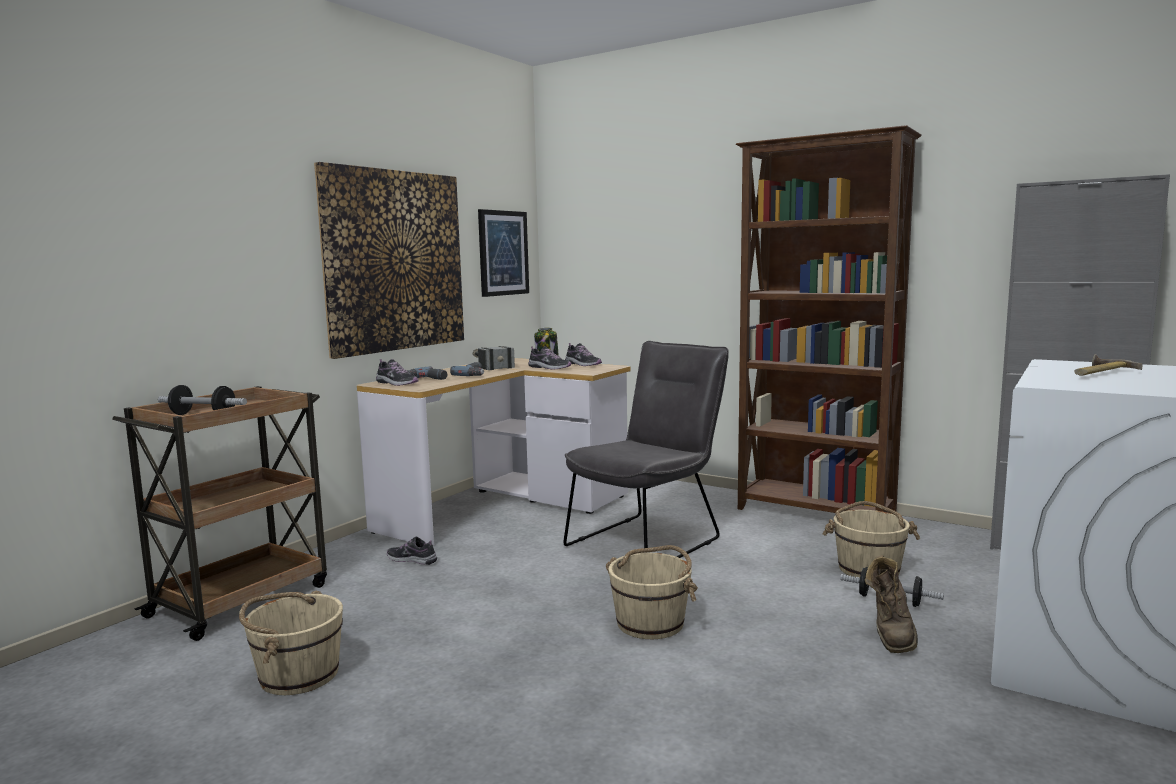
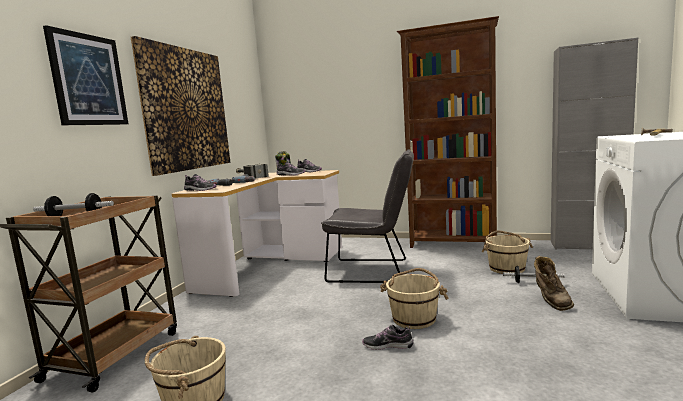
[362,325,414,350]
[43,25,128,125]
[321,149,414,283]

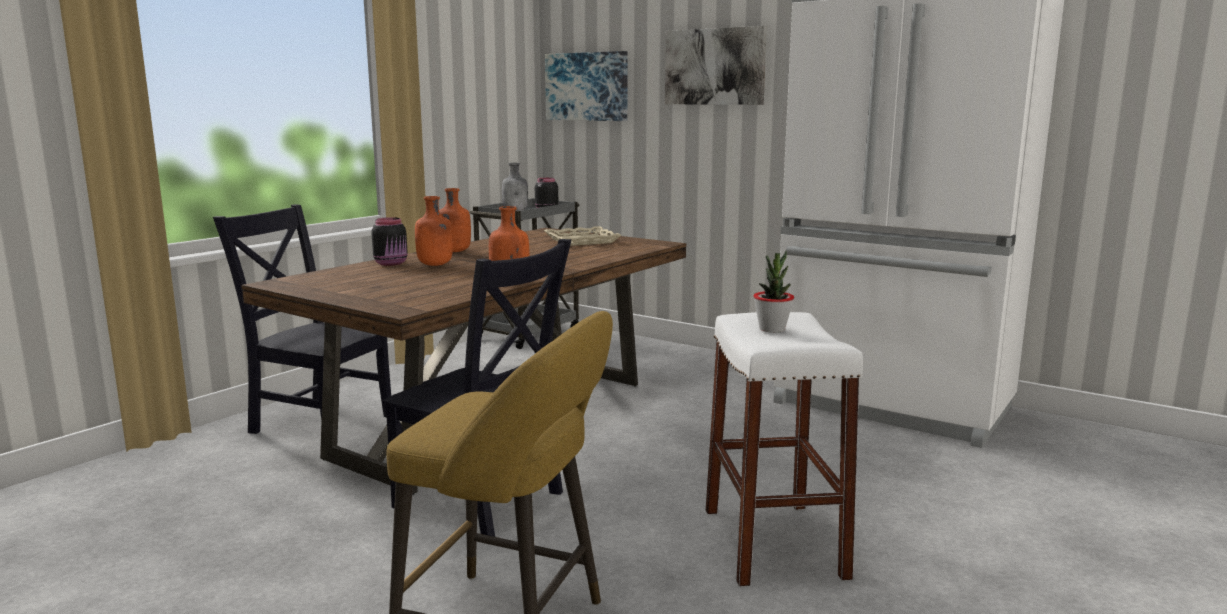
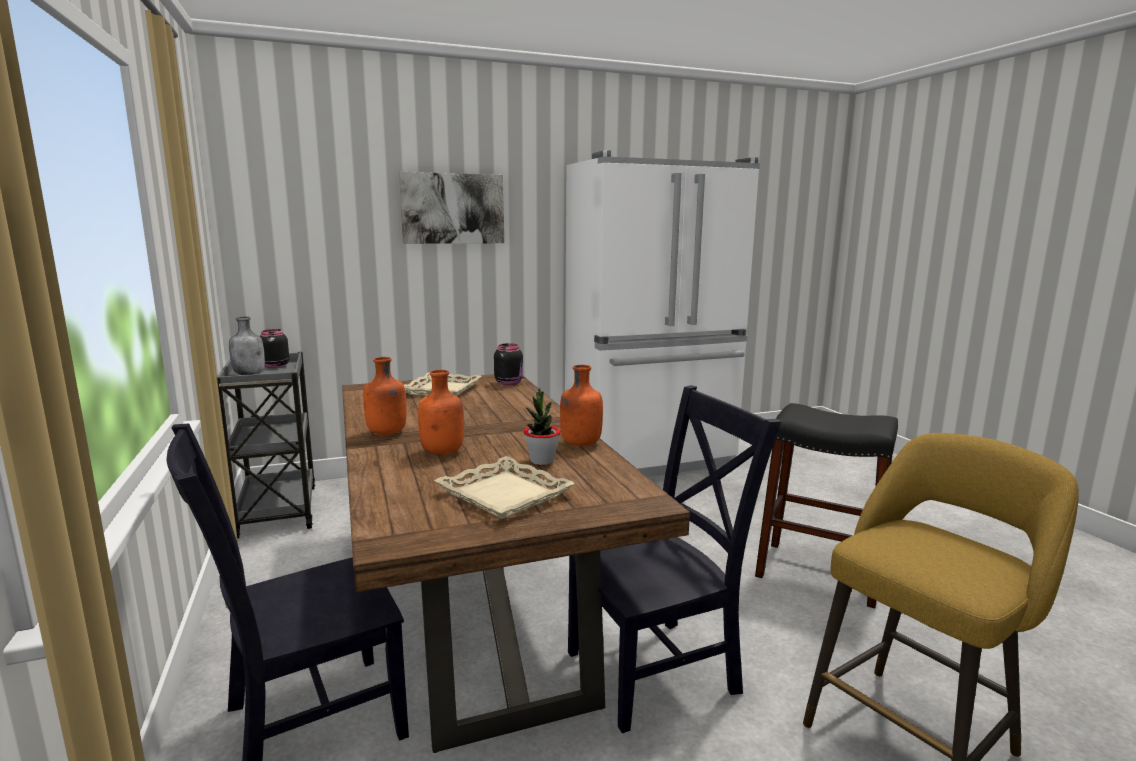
[494,343,523,385]
[545,51,628,121] (first image)
[755,403,898,608]
[524,388,561,465]
[434,456,575,519]

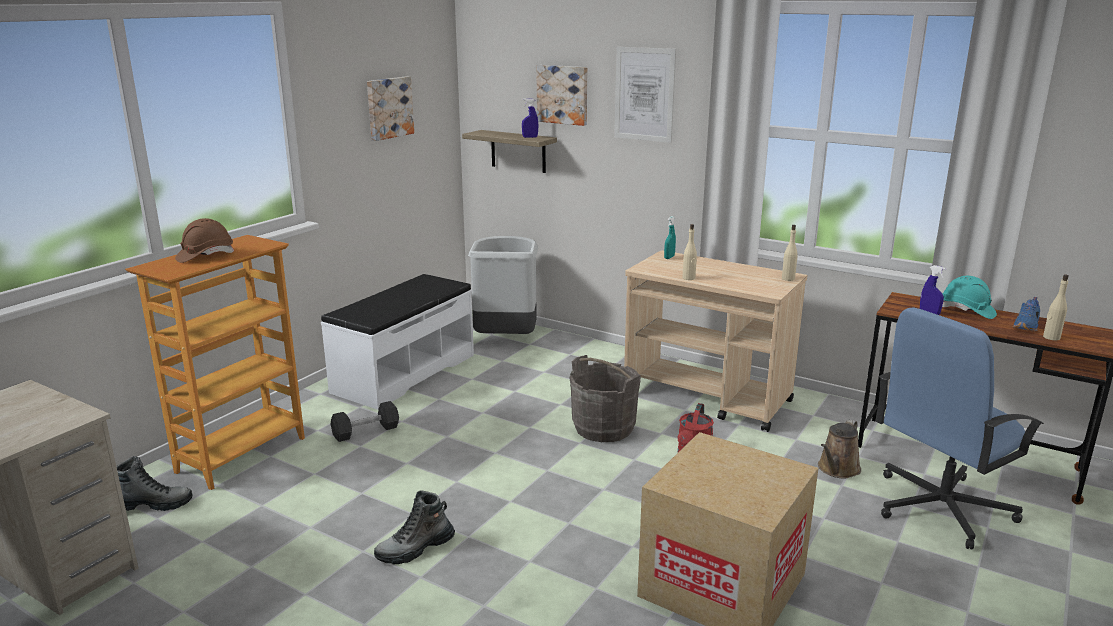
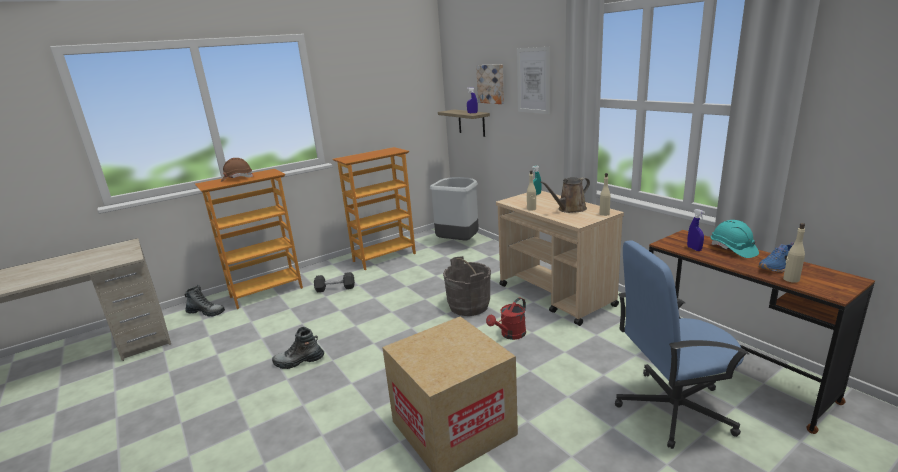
[333,147,416,270]
[367,76,414,141] (first image)
[540,177,590,213]

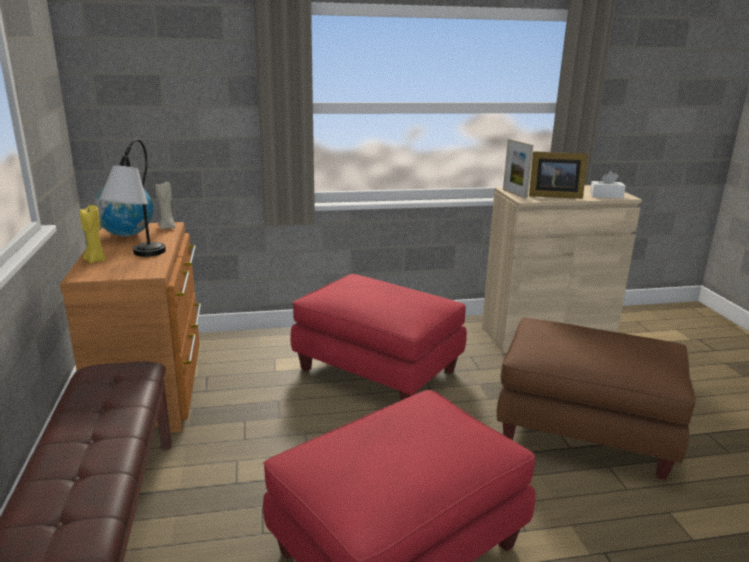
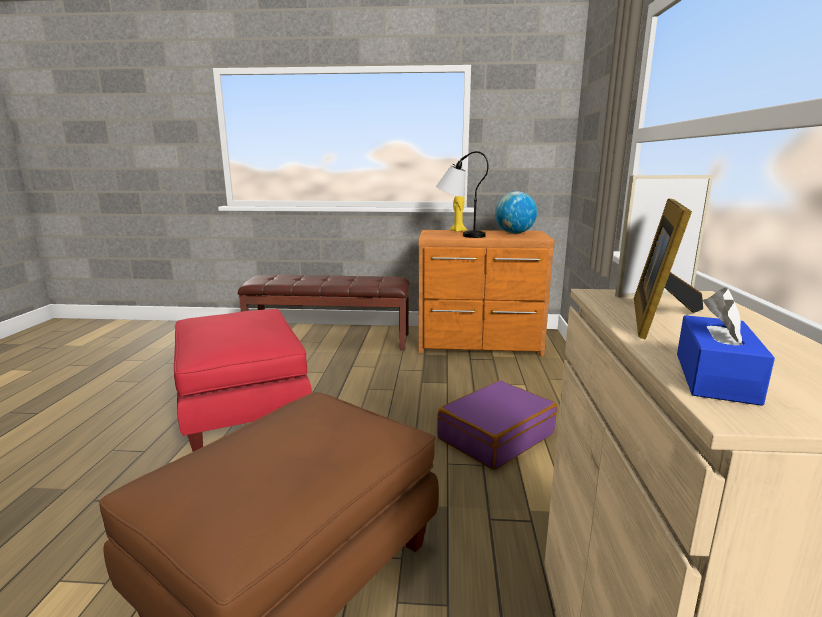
[155,181,176,230] (first image)
[437,380,557,470]
[677,288,775,406]

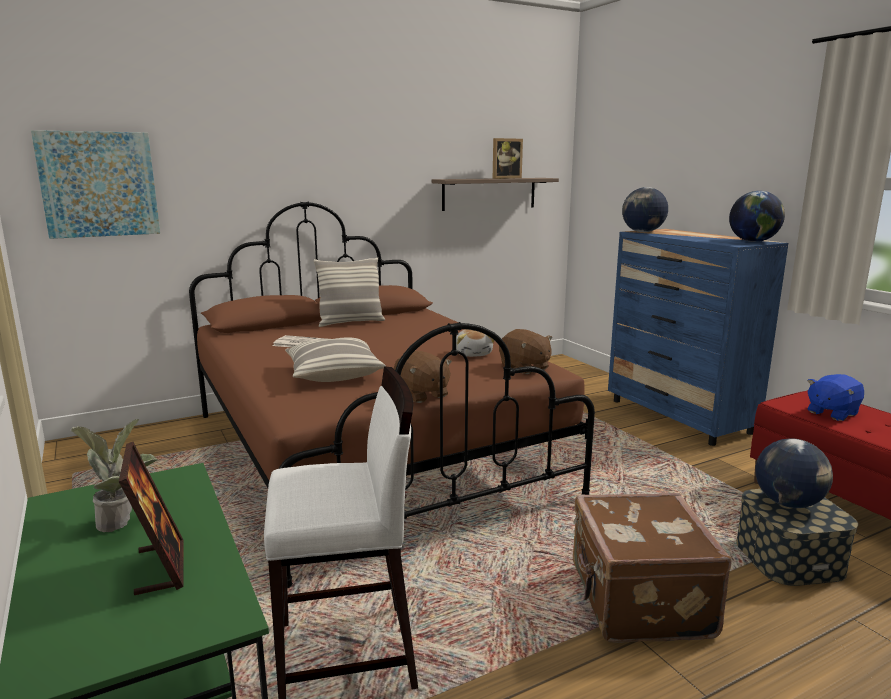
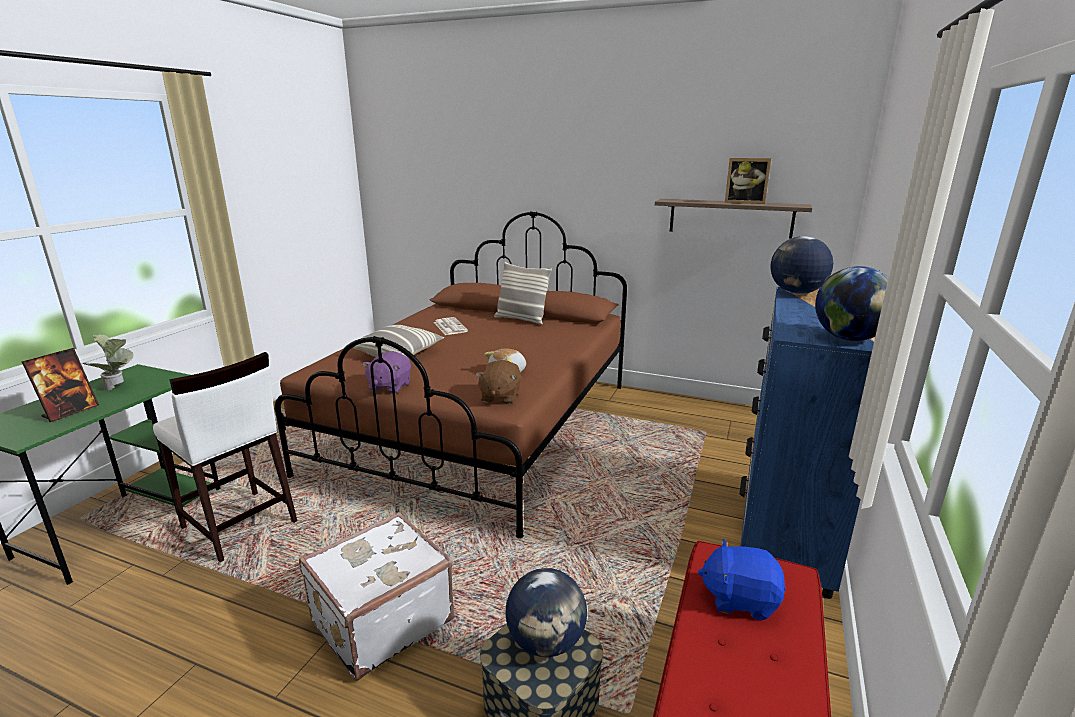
[31,130,160,239] (first image)
[363,351,411,394]
[299,512,455,681]

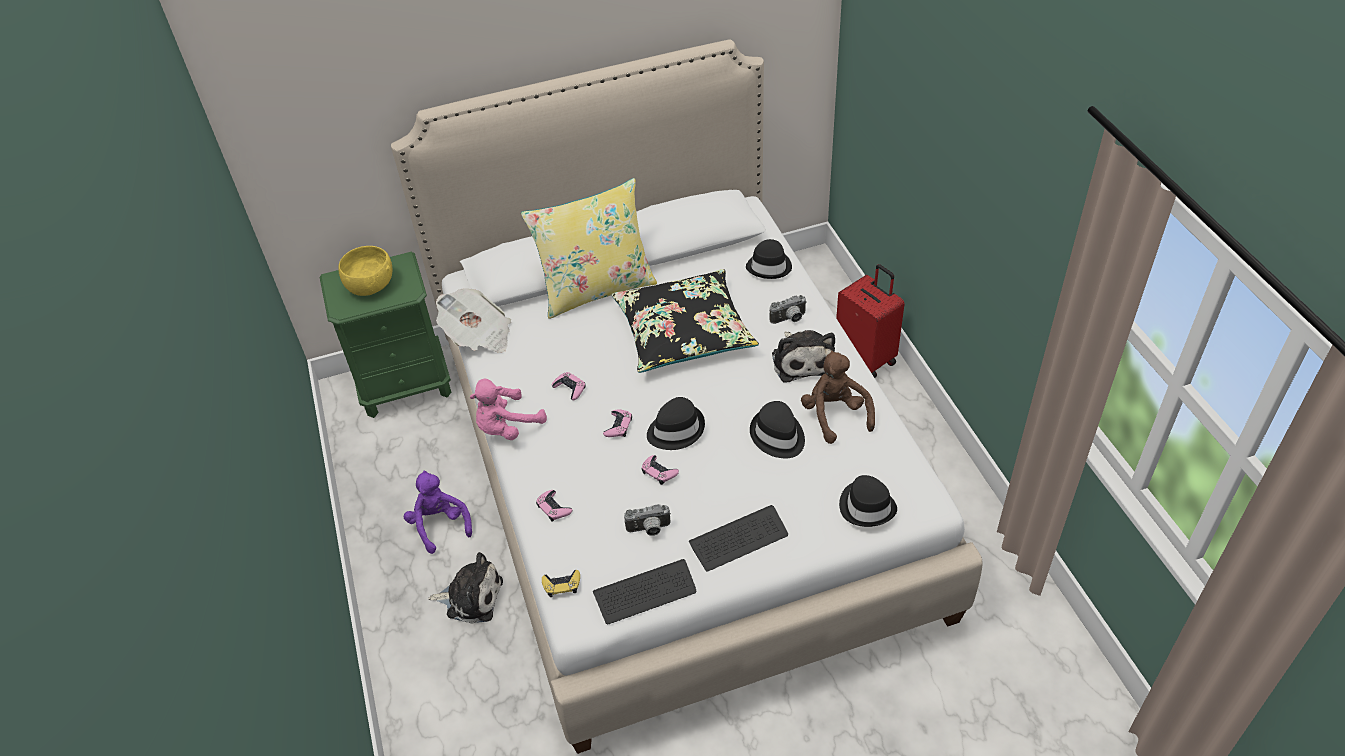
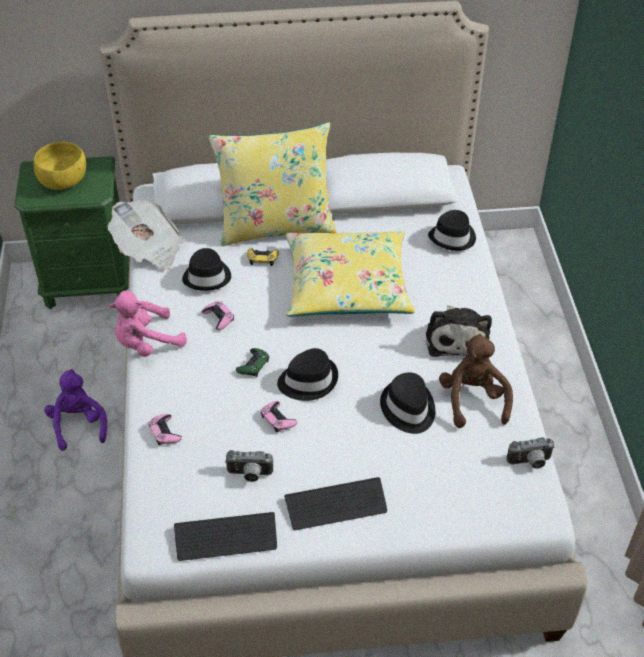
[428,552,503,624] (first image)
[247,248,279,266]
[236,348,269,377]
[286,230,415,317]
[506,437,555,469]
[836,264,905,378] (first image)
[182,248,231,291]

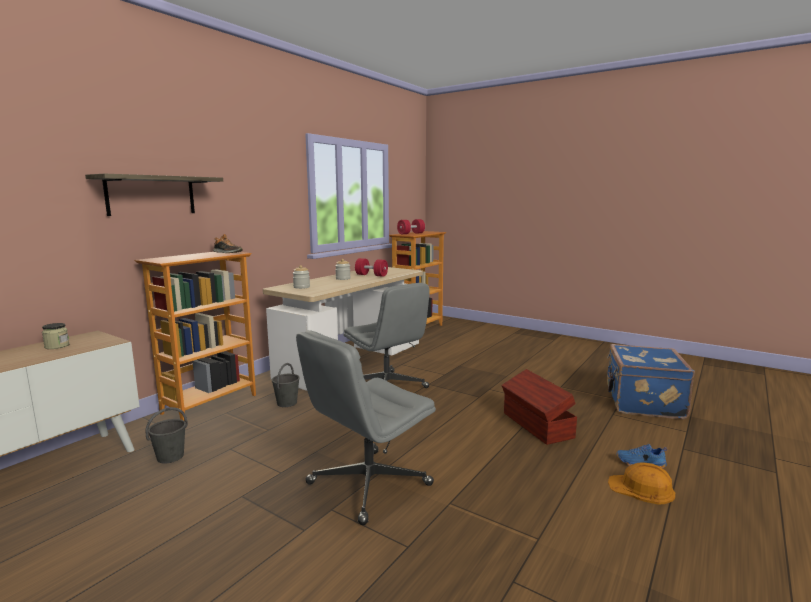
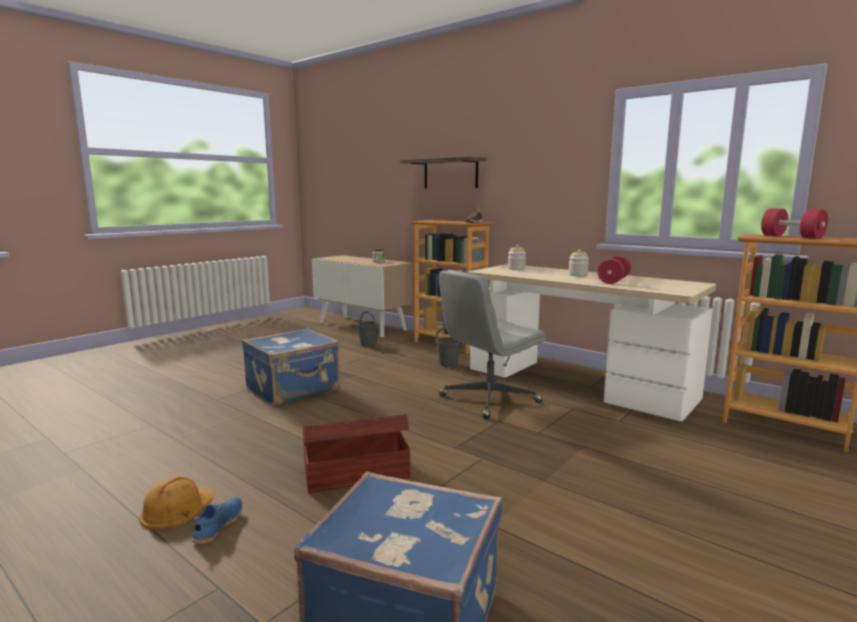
[242,328,340,406]

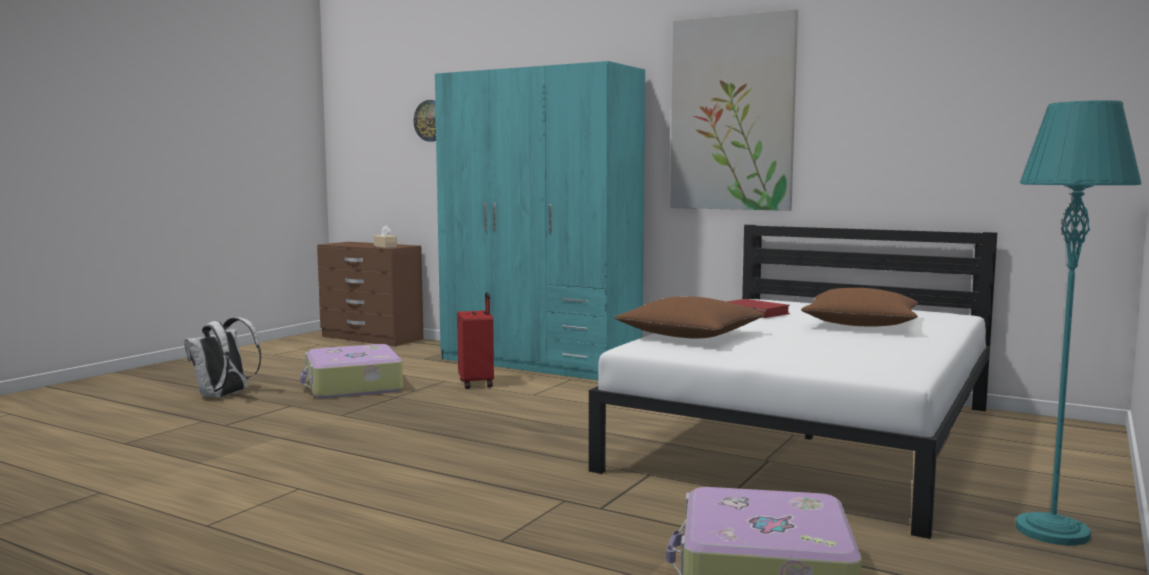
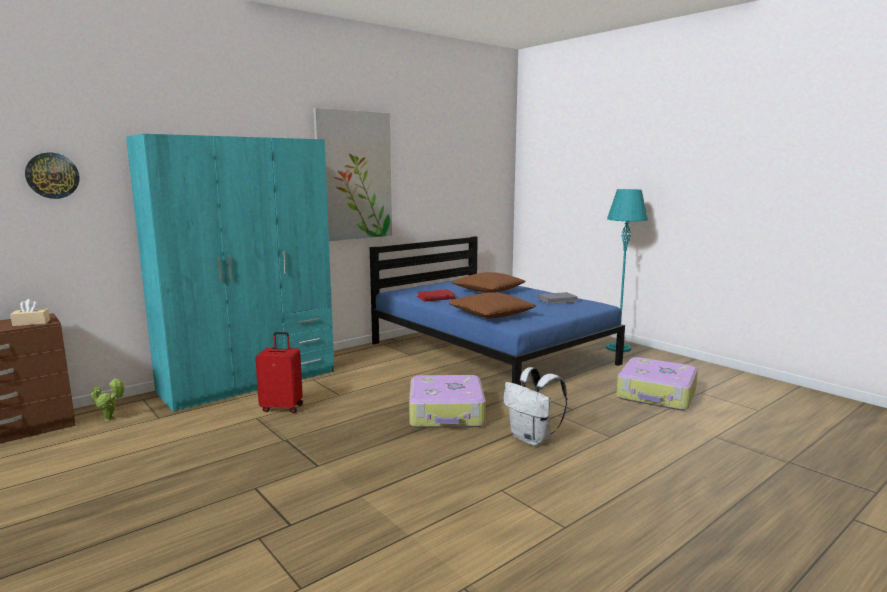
[503,367,567,446]
[409,375,486,428]
[370,236,625,385]
[91,378,125,421]
[537,292,579,304]

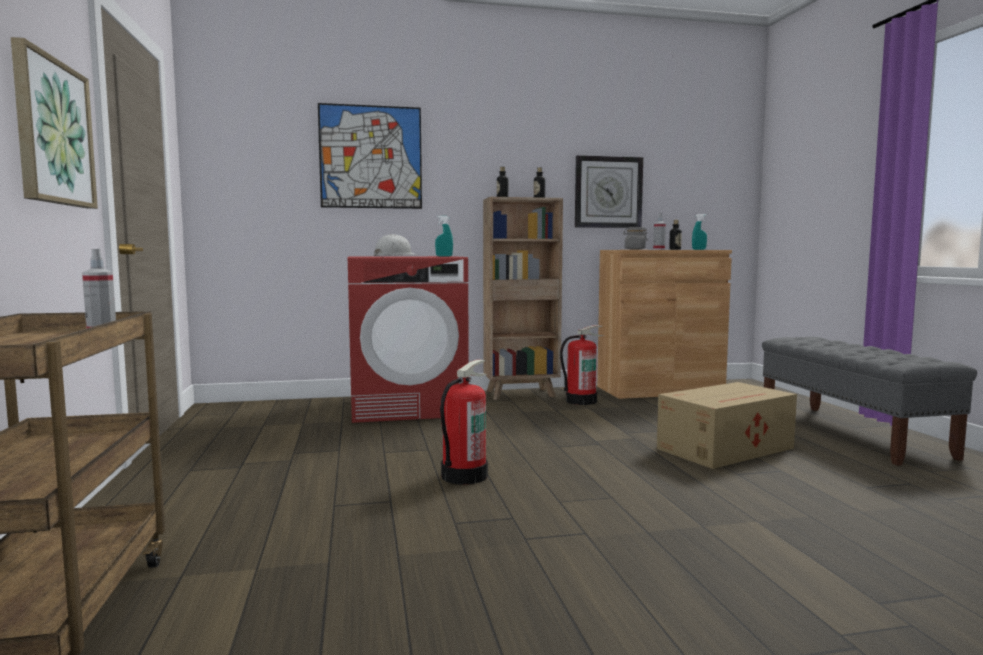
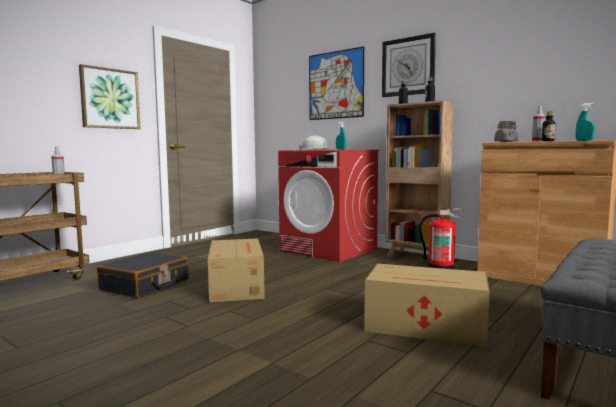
[208,239,265,302]
[382,33,436,97]
[97,252,189,298]

